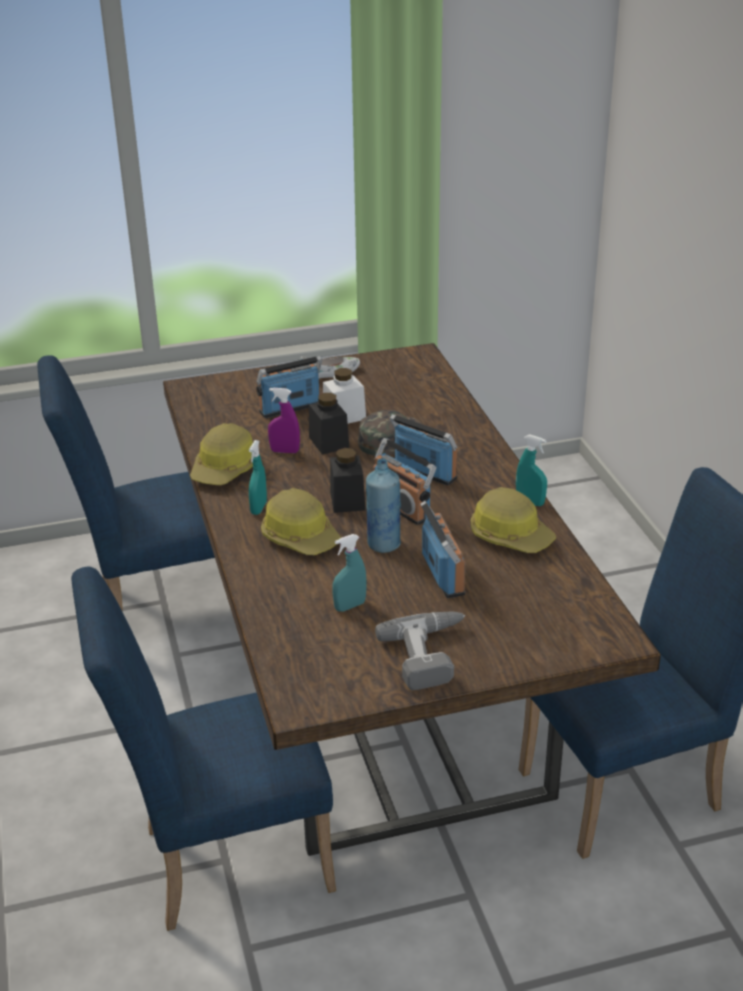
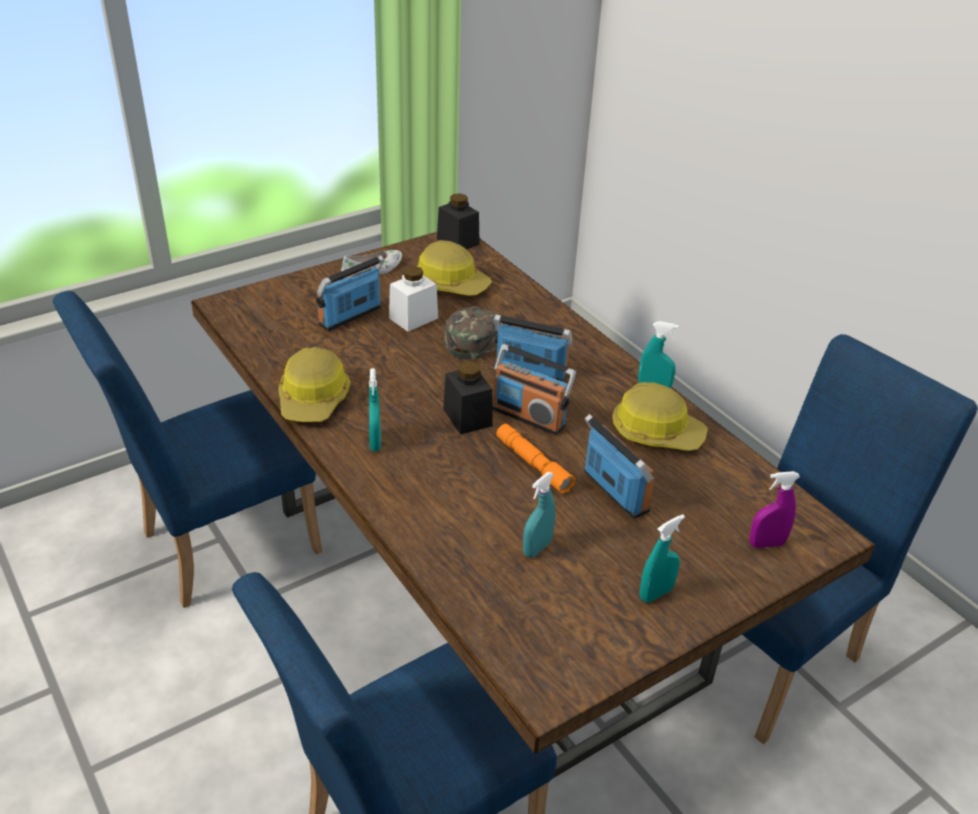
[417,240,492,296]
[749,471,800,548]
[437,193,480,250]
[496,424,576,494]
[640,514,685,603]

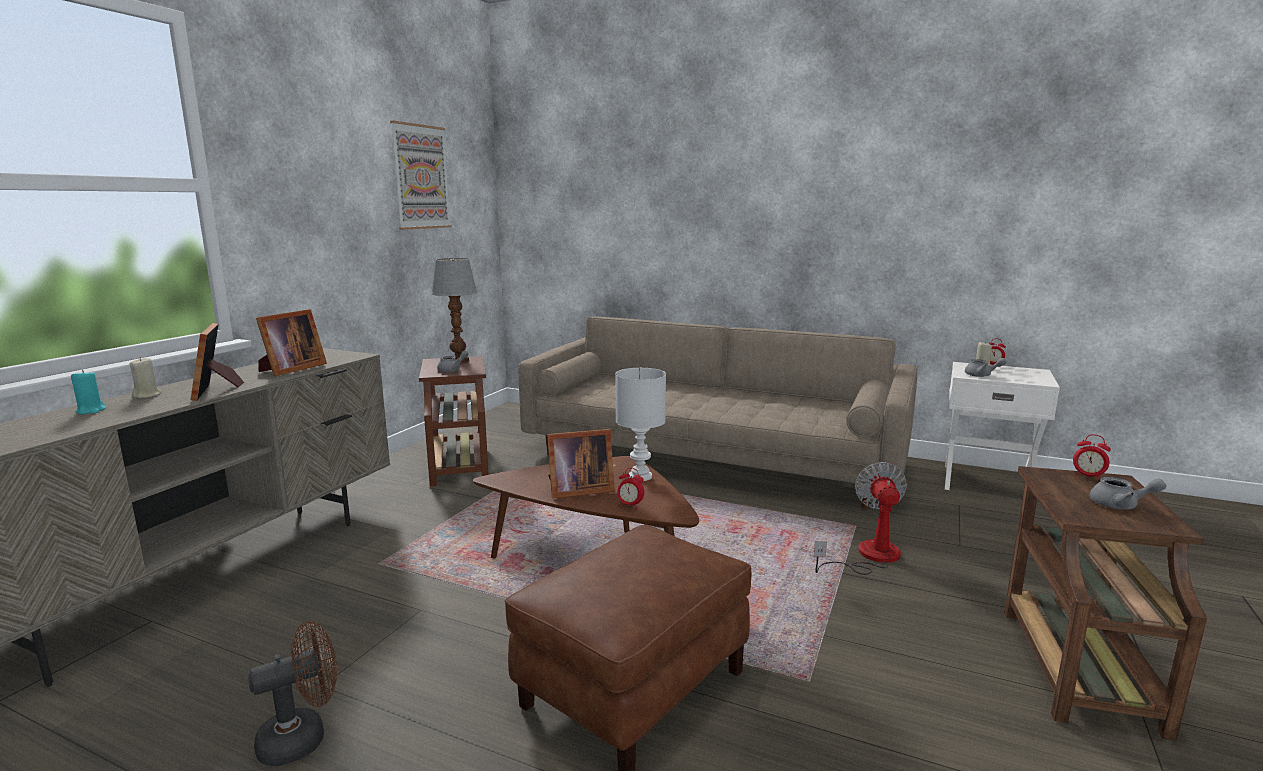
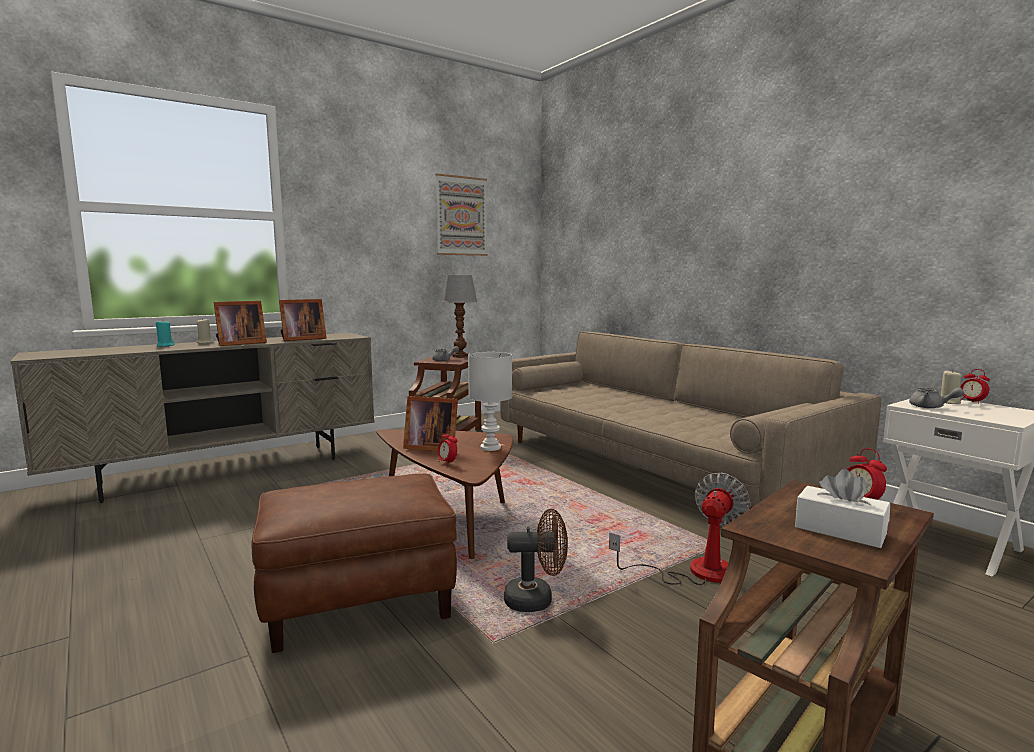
[214,301,267,346]
[504,509,568,612]
[795,469,890,548]

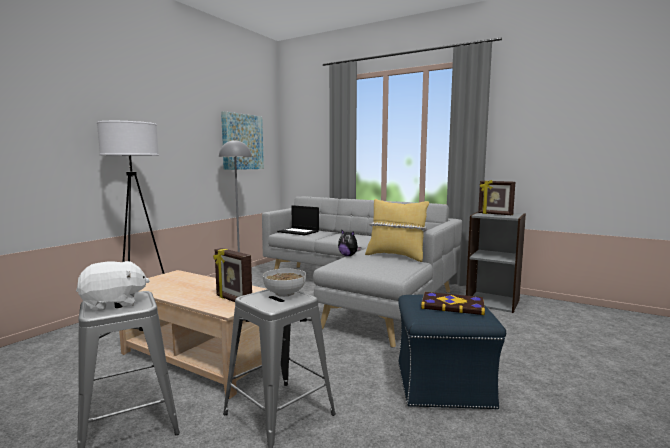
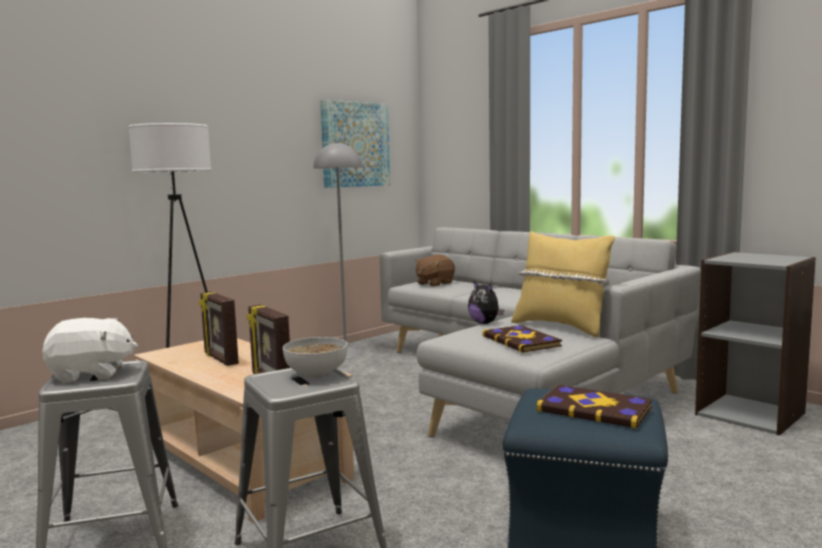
[415,255,455,287]
[199,292,239,366]
[482,325,562,353]

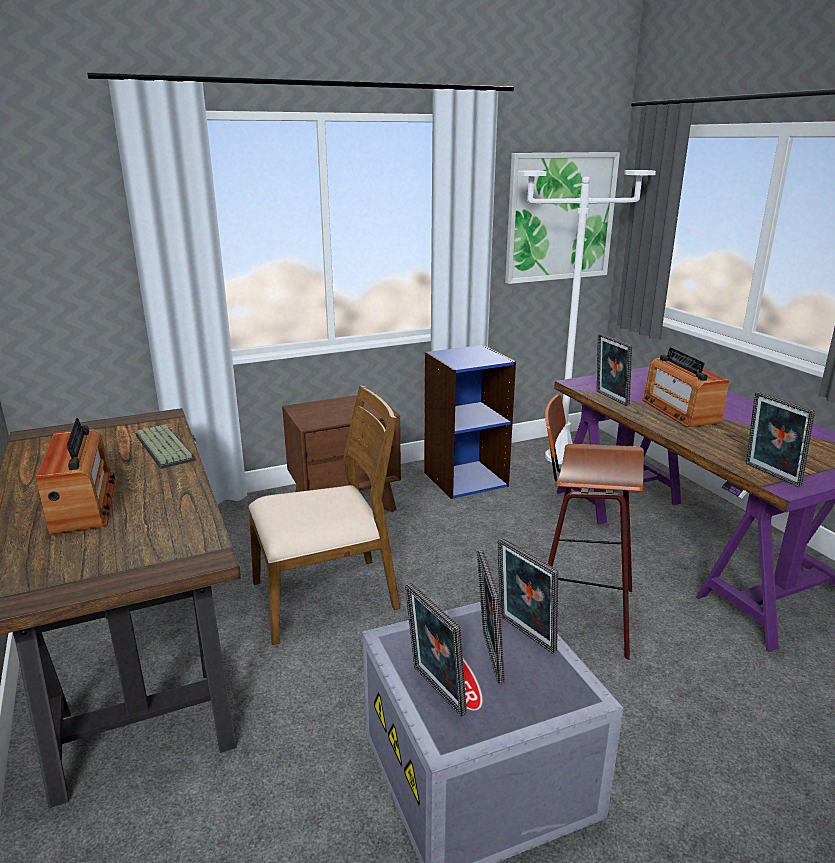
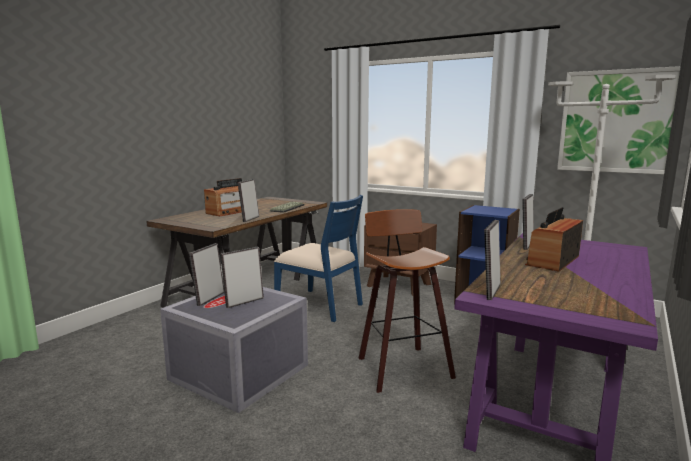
[274,195,363,322]
[238,179,259,222]

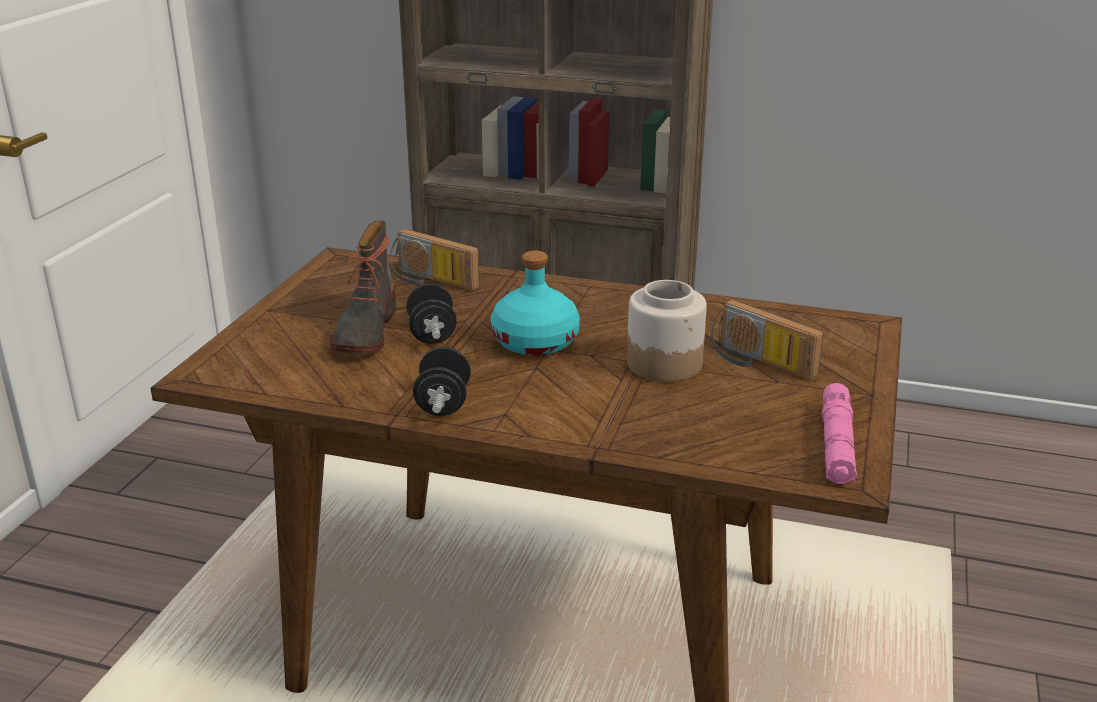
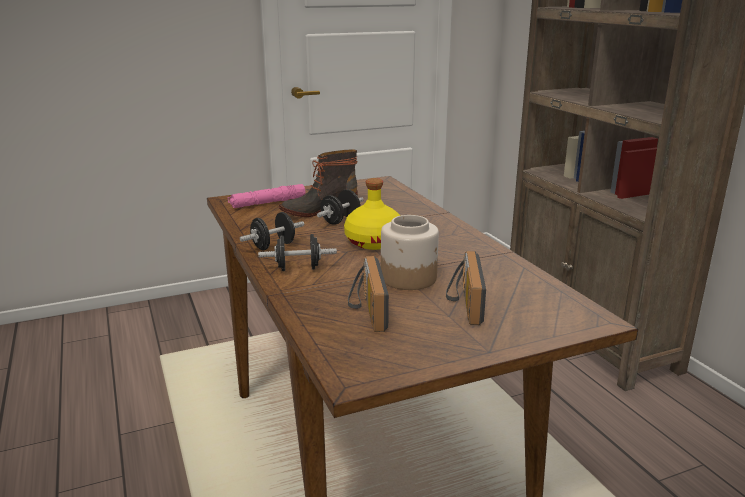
[348,256,389,332]
[344,178,401,250]
[228,184,306,208]
[258,234,337,271]

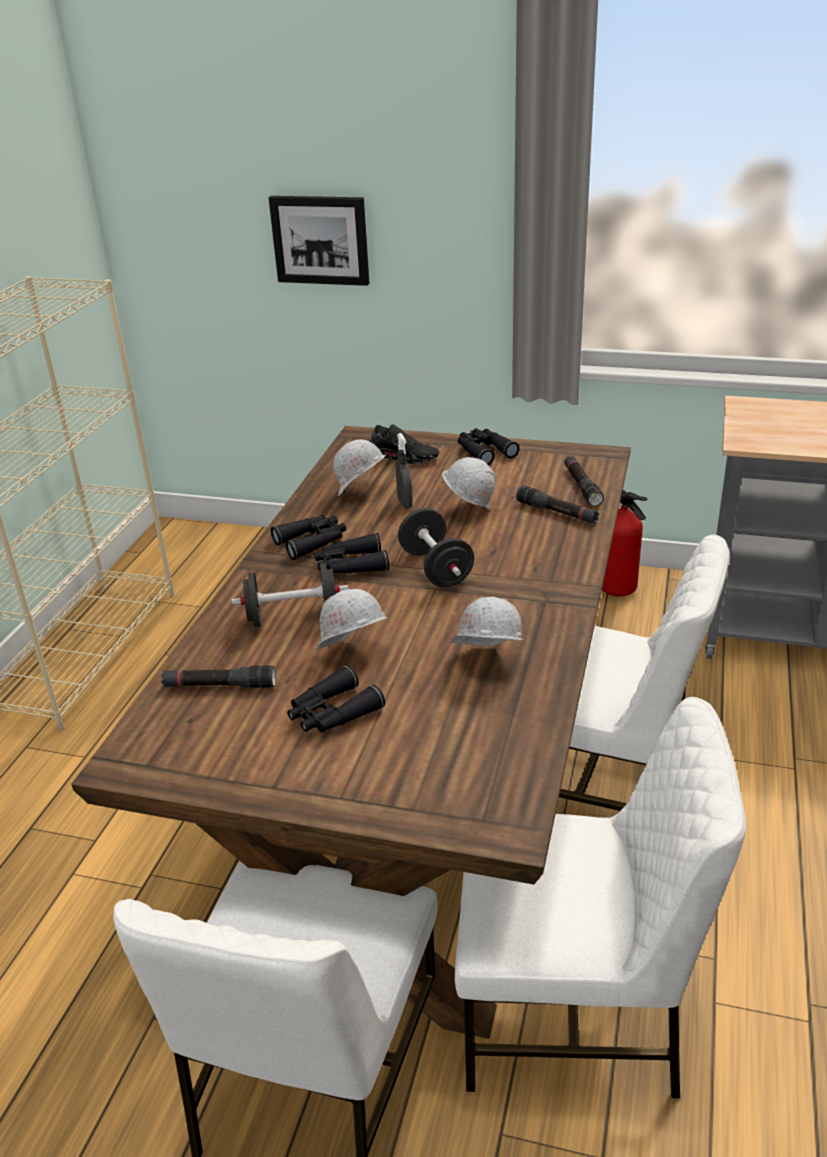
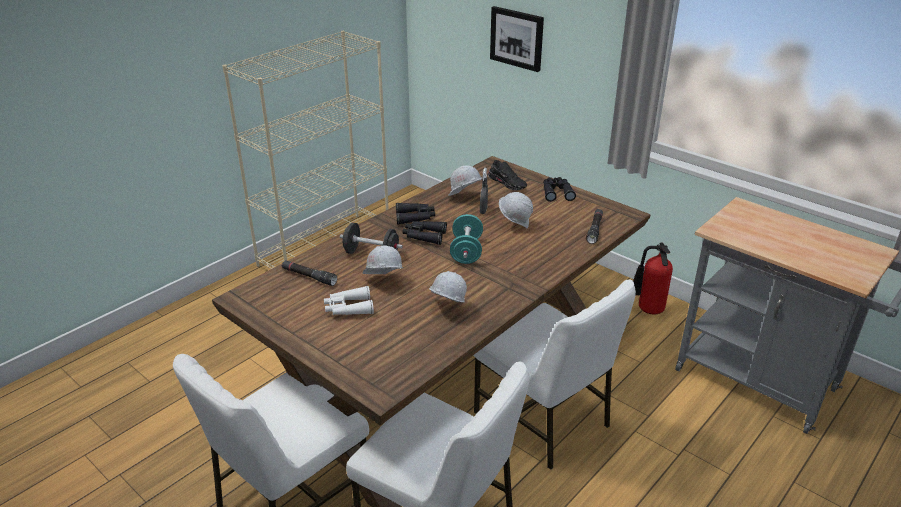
[324,286,374,315]
[450,214,483,264]
[516,486,599,524] (first image)

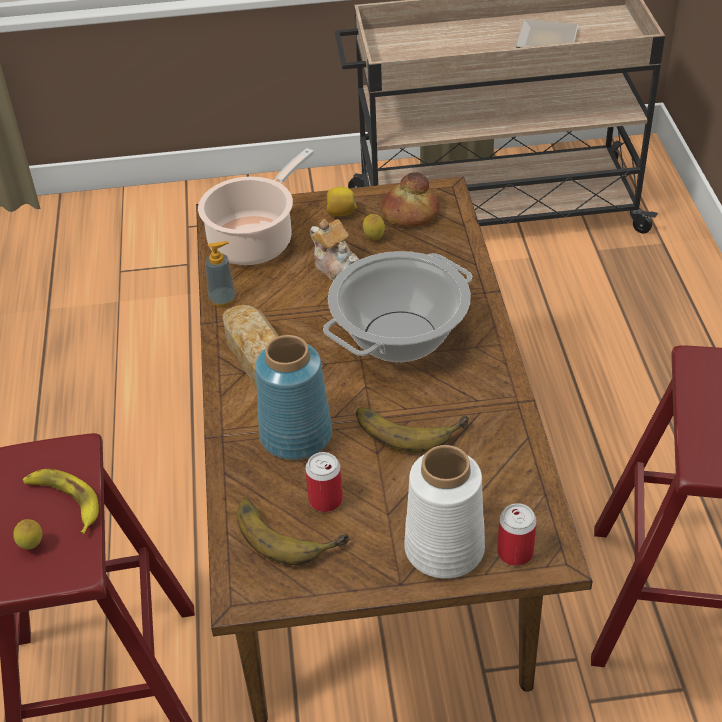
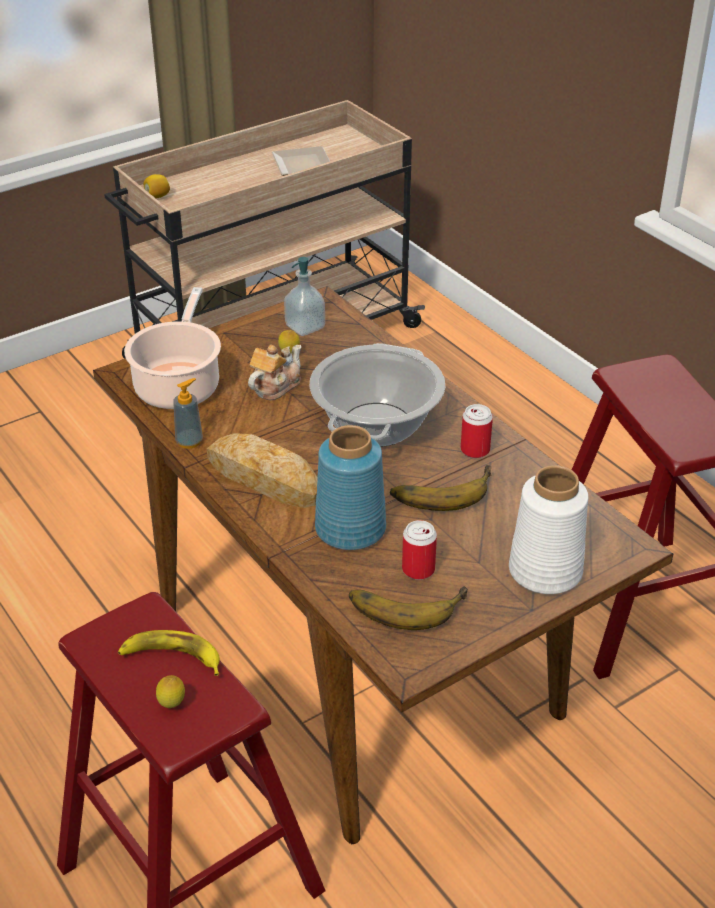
[248,345,302,400]
[144,174,170,199]
[284,257,325,336]
[461,404,493,458]

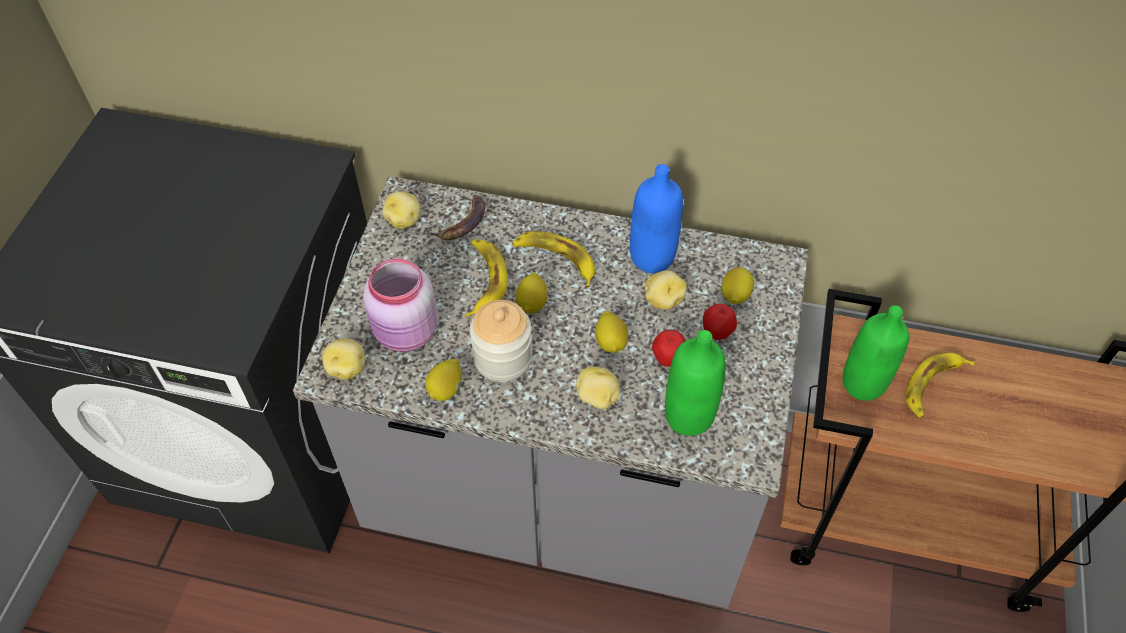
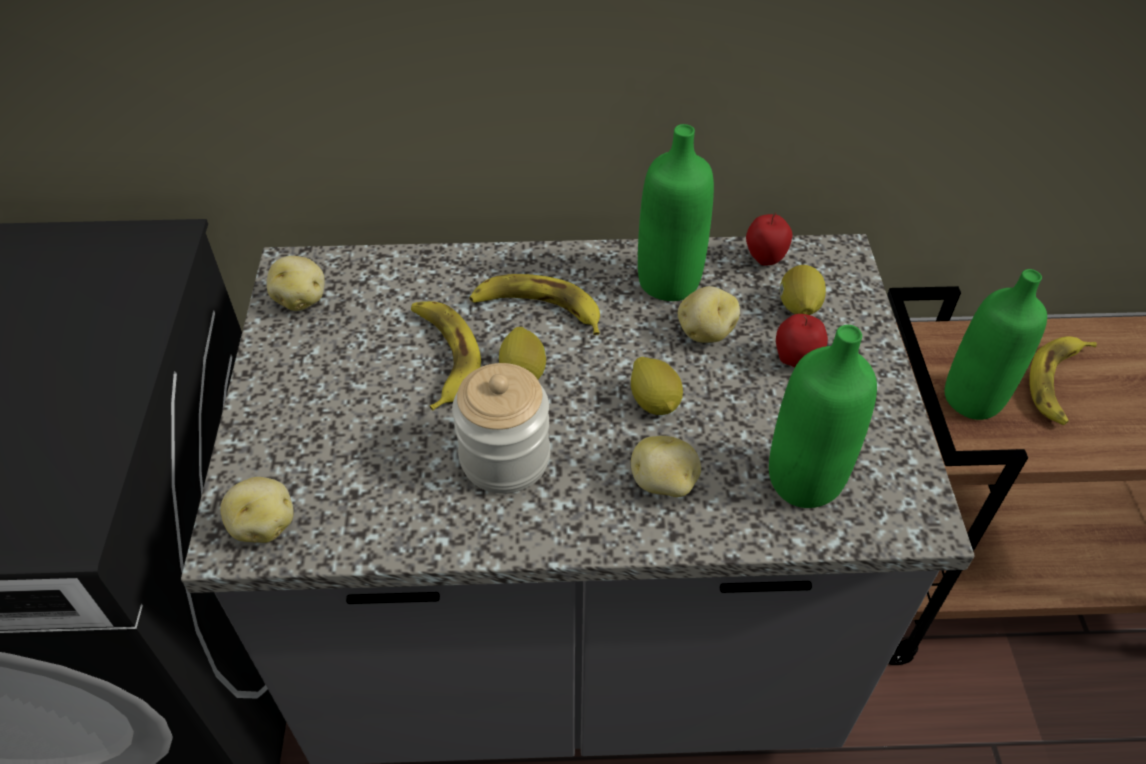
[363,258,438,352] (first image)
[425,359,462,401] (first image)
[426,195,485,240] (first image)
[638,124,714,301]
[746,213,792,266]

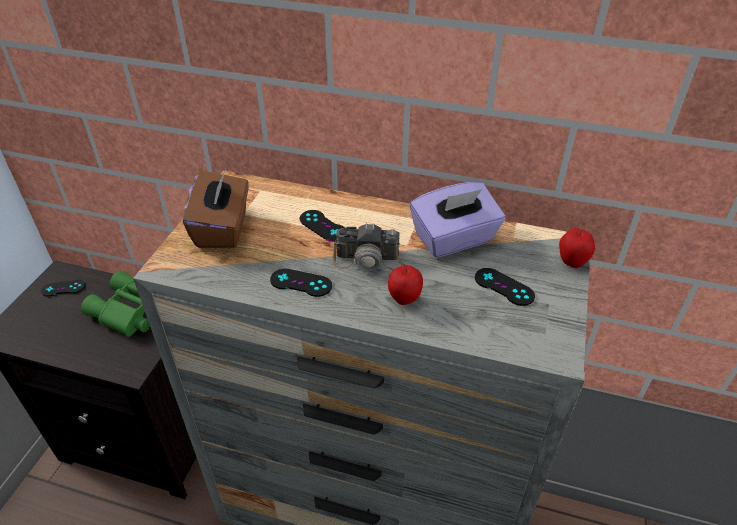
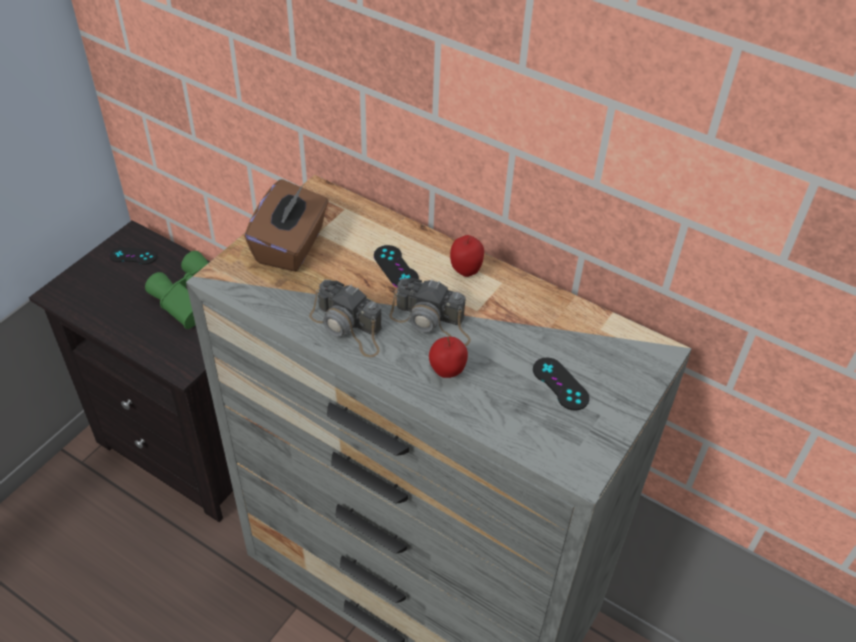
[309,280,382,357]
[410,182,505,258] (first image)
[450,235,484,277]

